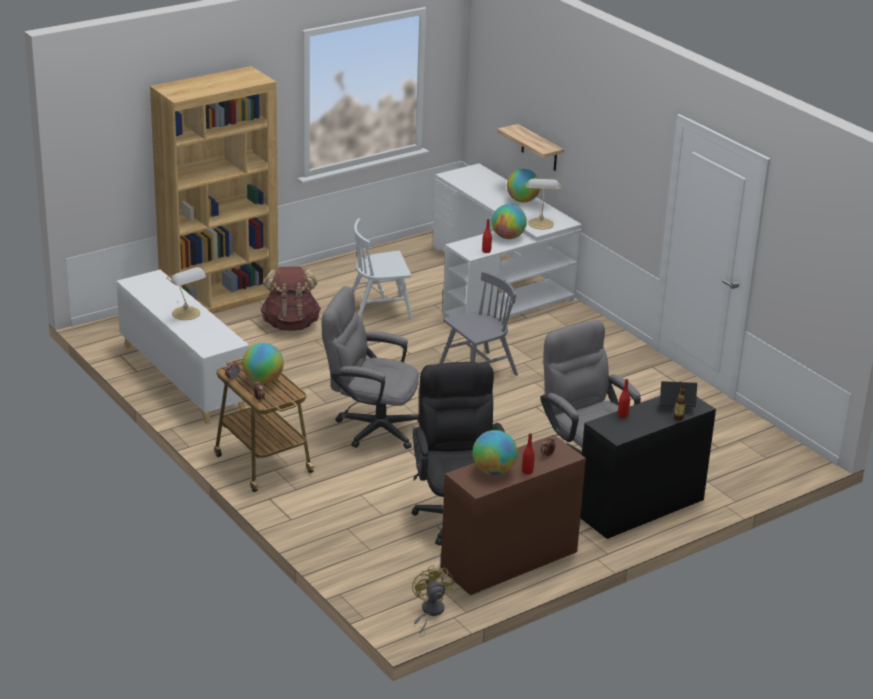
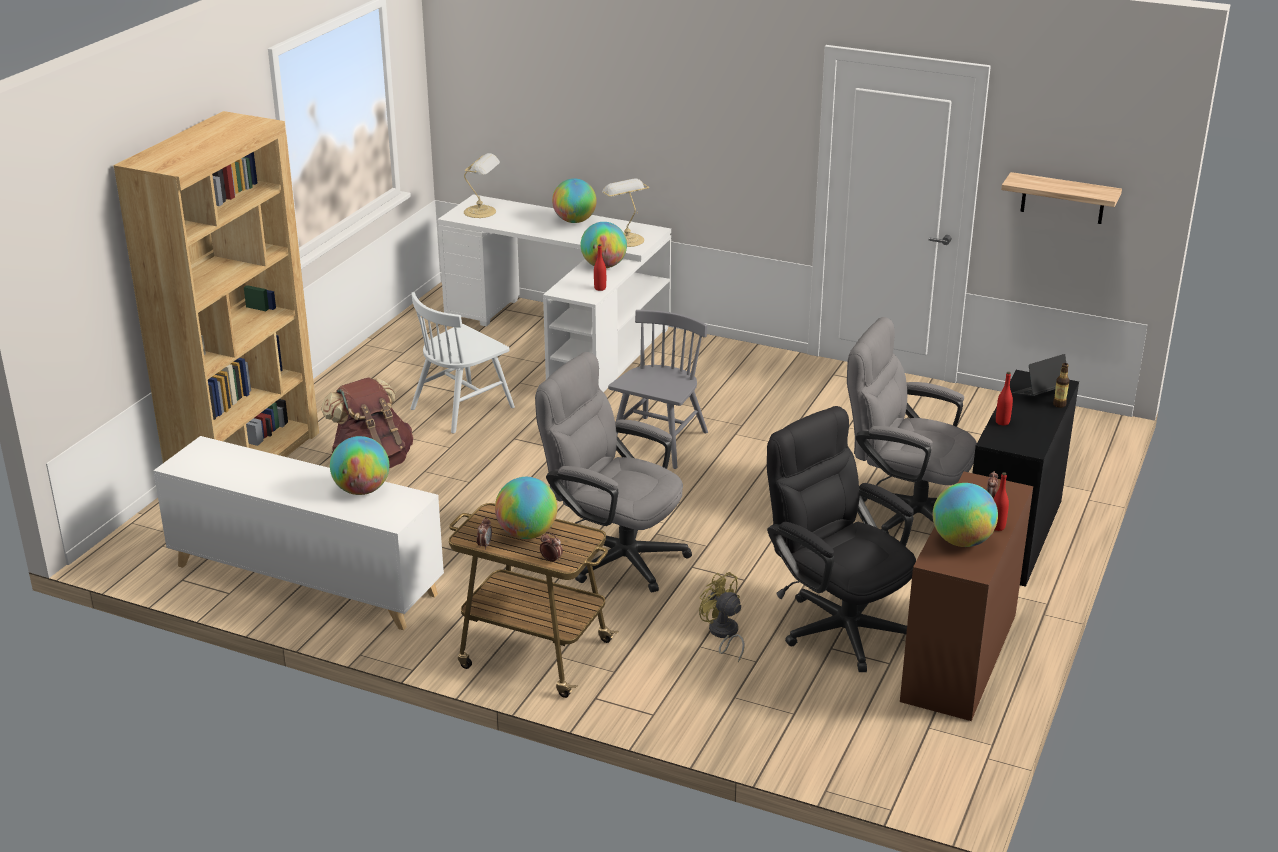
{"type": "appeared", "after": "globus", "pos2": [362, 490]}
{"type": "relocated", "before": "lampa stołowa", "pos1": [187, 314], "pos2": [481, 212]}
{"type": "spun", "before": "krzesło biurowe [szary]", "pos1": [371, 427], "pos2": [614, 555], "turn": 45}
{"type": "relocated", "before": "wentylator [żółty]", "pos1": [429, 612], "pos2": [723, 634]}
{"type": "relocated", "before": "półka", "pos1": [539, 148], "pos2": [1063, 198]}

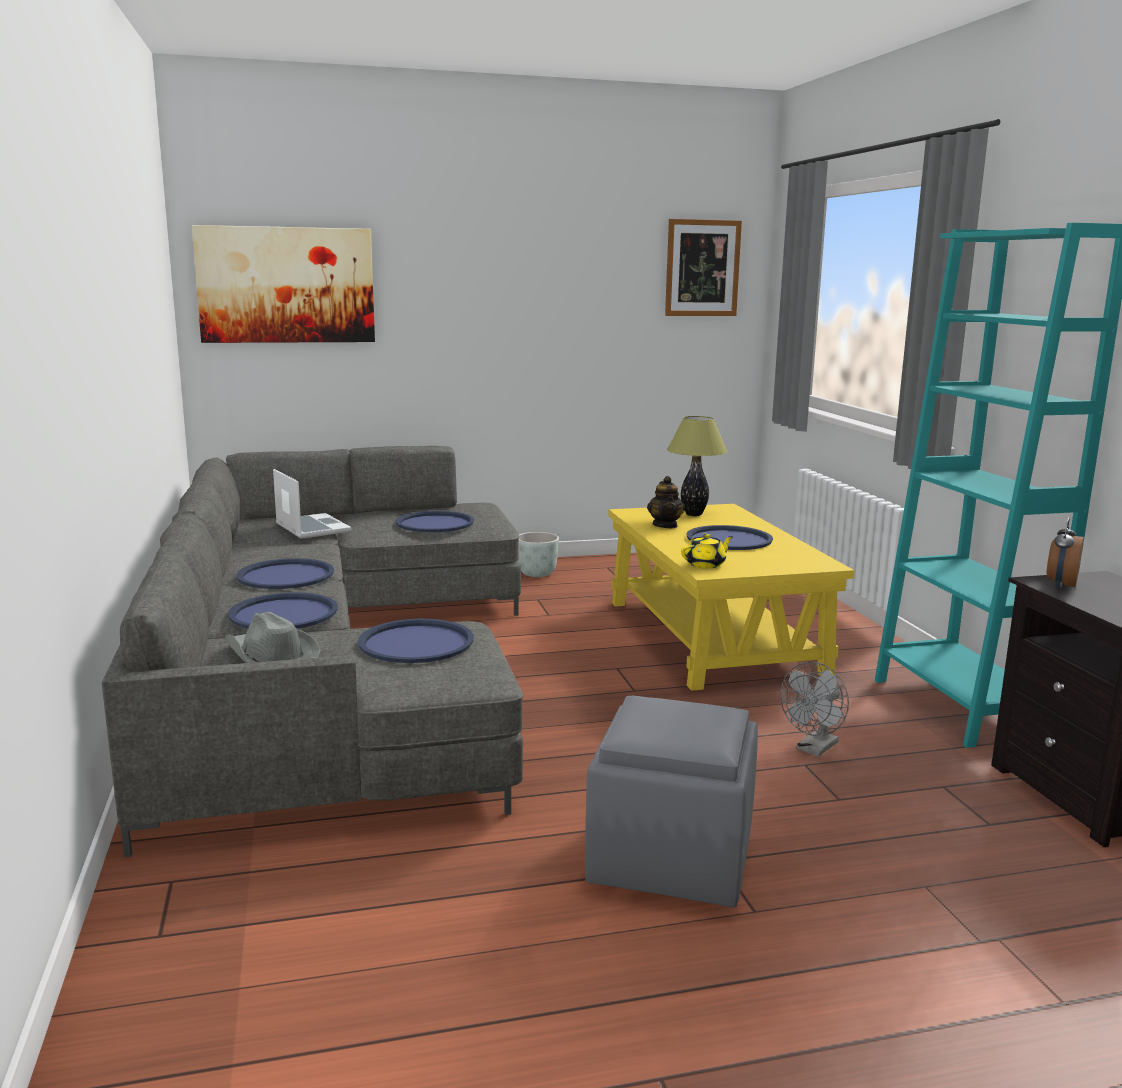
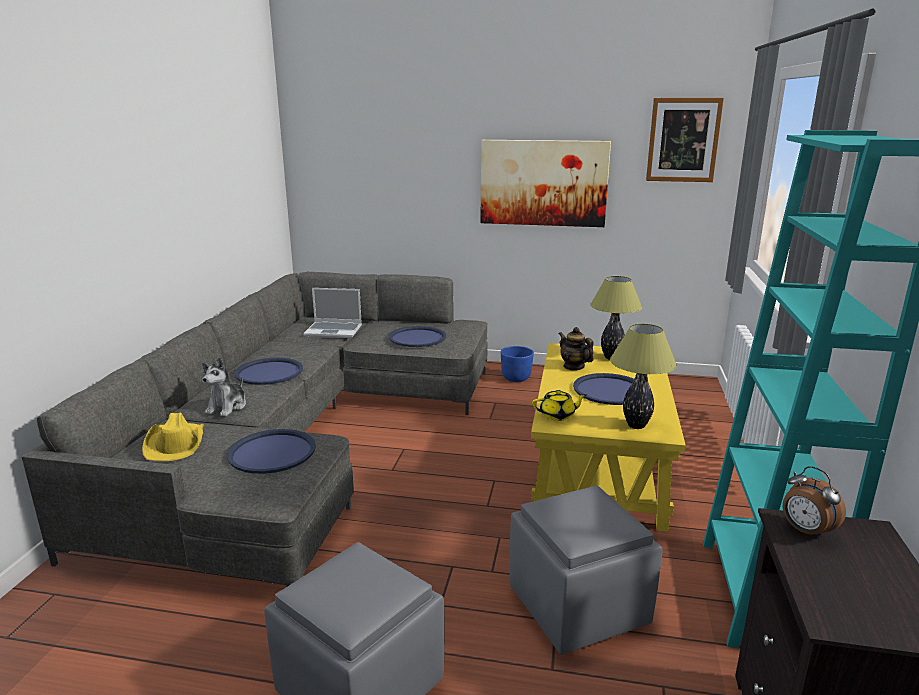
{"type": "colour", "before": "kapelusz [szary]", "after": "kapelusz [żółty]", "pos1": [271, 655], "pos2": [175, 444]}
{"type": "exchanged", "before": "taca [niebieski]", "after": "pluszak", "pos1": [283, 613], "pos2": [227, 407]}
{"type": "spun", "before": "laptop", "pos1": [311, 528], "pos2": [334, 331], "turn": 105}
{"type": "relocated", "before": "obraz", "pos1": [286, 285], "pos2": [543, 183]}
{"type": "colour", "before": "donica [szary]", "after": "donica [niebieski]", "pos1": [537, 574], "pos2": [516, 379]}
{"type": "exchanged", "before": "wentylator [szary]", "after": "pufa [szary]", "pos1": [814, 749], "pos2": [579, 606]}
{"type": "spun", "before": "imbryk", "pos1": [665, 525], "pos2": [574, 366], "turn": 120}
{"type": "appeared", "after": "lampa stołowa", "pos2": [636, 425]}
{"type": "spun", "before": "budzik", "pos1": [1060, 584], "pos2": [805, 531], "turn": -90}

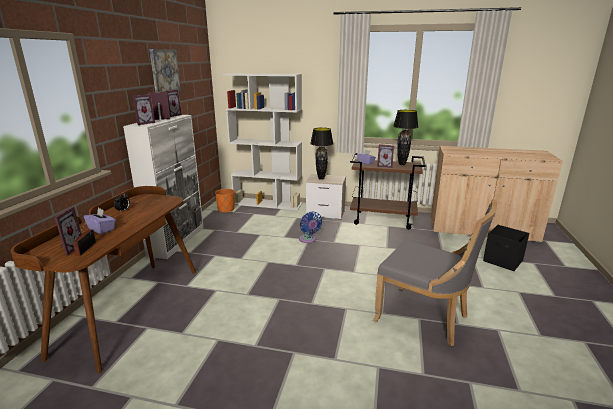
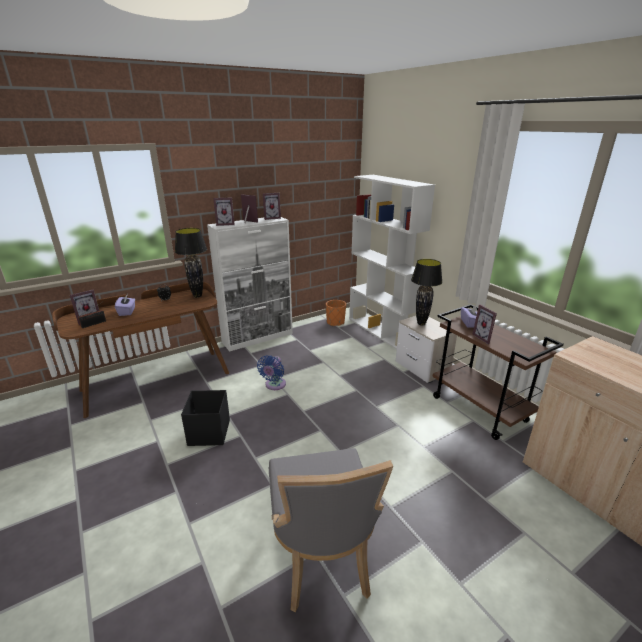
{"type": "relocated", "before": "lampa stołowa [czarny]", "pos1": [401, 164], "pos2": [197, 296]}
{"type": "relocated", "before": "pojemnik do przechowywania [czarny]", "pos1": [503, 261], "pos2": [208, 433]}
{"type": "relocated", "before": "wentylator [niebieski]", "pos1": [308, 239], "pos2": [274, 385]}
{"type": "missing", "before": "obraz", "pos1": [164, 71]}

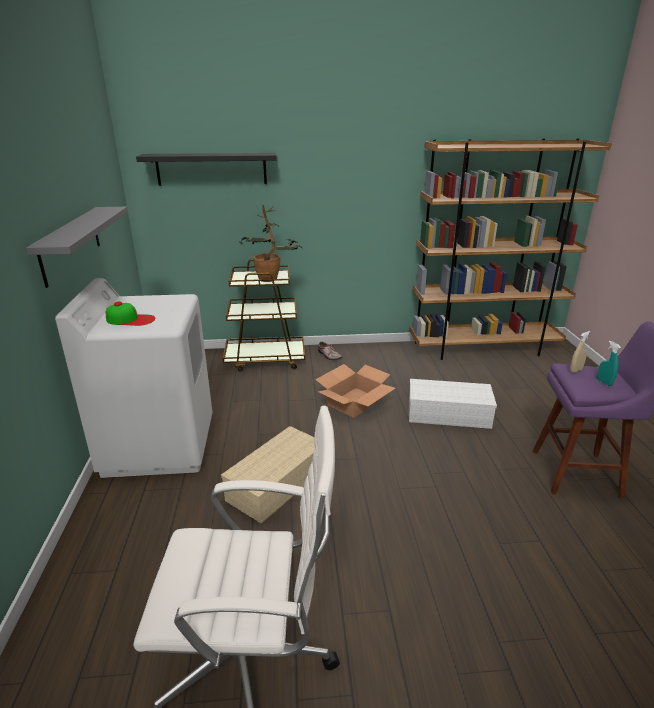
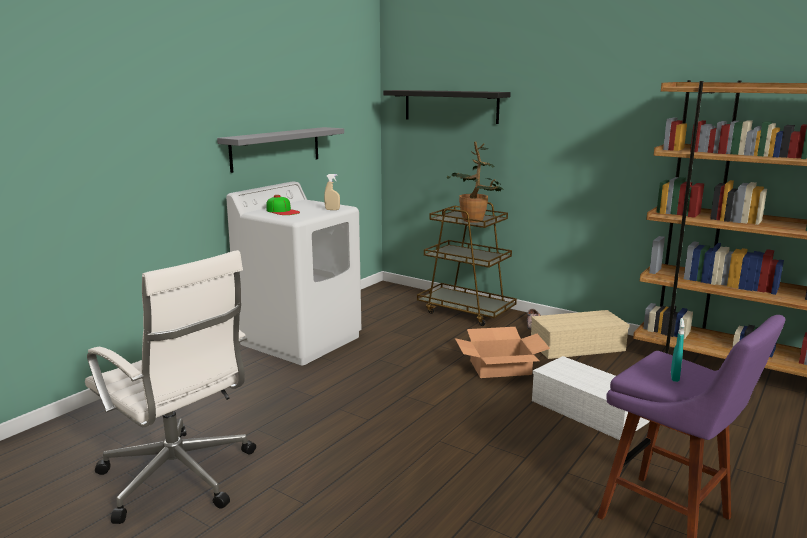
{"type": "relocated", "before": "spryskiwacz [beżowy]", "pos1": [575, 370], "pos2": [332, 210]}
{"type": "relocated", "before": "pojemnik do przechowywania [beżowy]", "pos1": [277, 482], "pos2": [578, 346]}

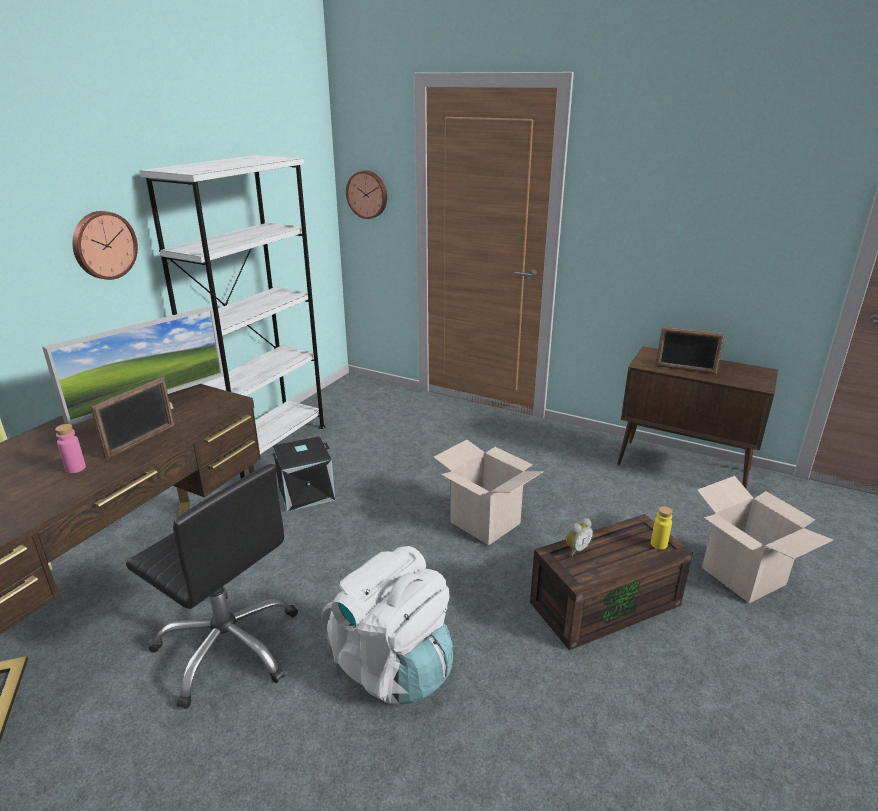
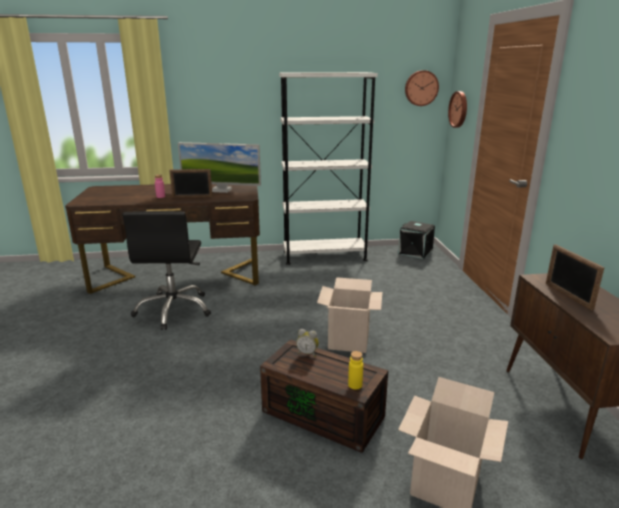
{"type": "relocated", "before": "pojemnik do przechowywania [czarny]", "pos1": [306, 493], "pos2": [414, 252]}
{"type": "relocated", "before": "zegar ścienny", "pos1": [103, 245], "pos2": [421, 88]}
{"type": "missing", "before": "plecak [biały]", "pos1": [393, 667]}

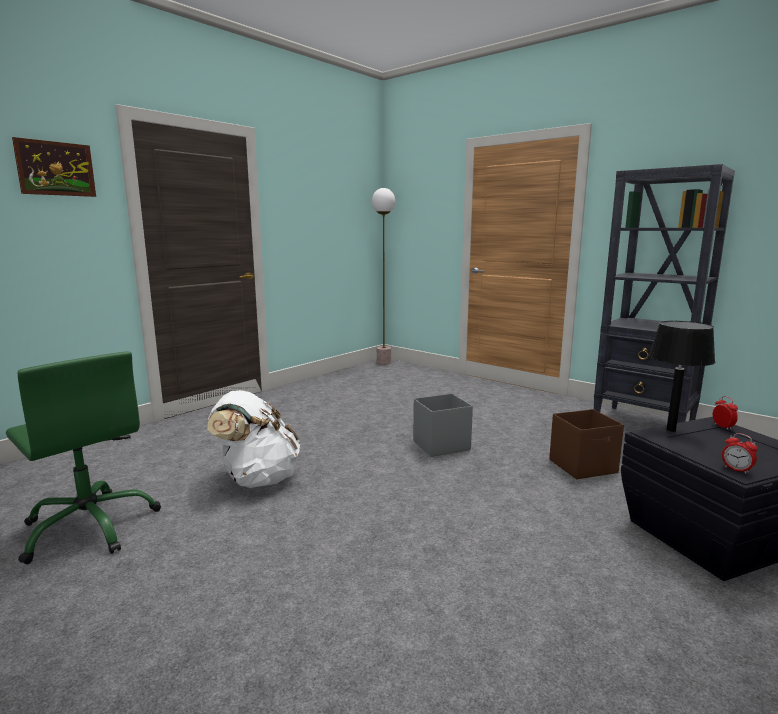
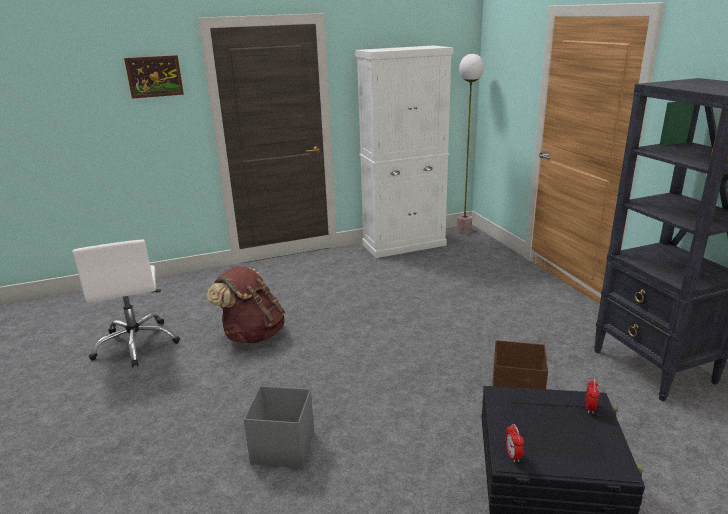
{"type": "colour", "before": "krzesło biurowe [zielony]", "after": "krzesło biurowe [biały]", "pos1": [90, 526], "pos2": [136, 344]}
{"type": "colour", "before": "plecak [biały]", "after": "plecak [brązowy]", "pos1": [257, 479], "pos2": [252, 334]}
{"type": "relocated", "before": "pojemnik do przechowywania [szary]", "pos1": [440, 445], "pos2": [282, 447]}
{"type": "appeared", "after": "szafka [biały]", "pos2": [404, 244]}
{"type": "missing", "before": "lampa stołowa [czarny]", "pos1": [671, 430]}

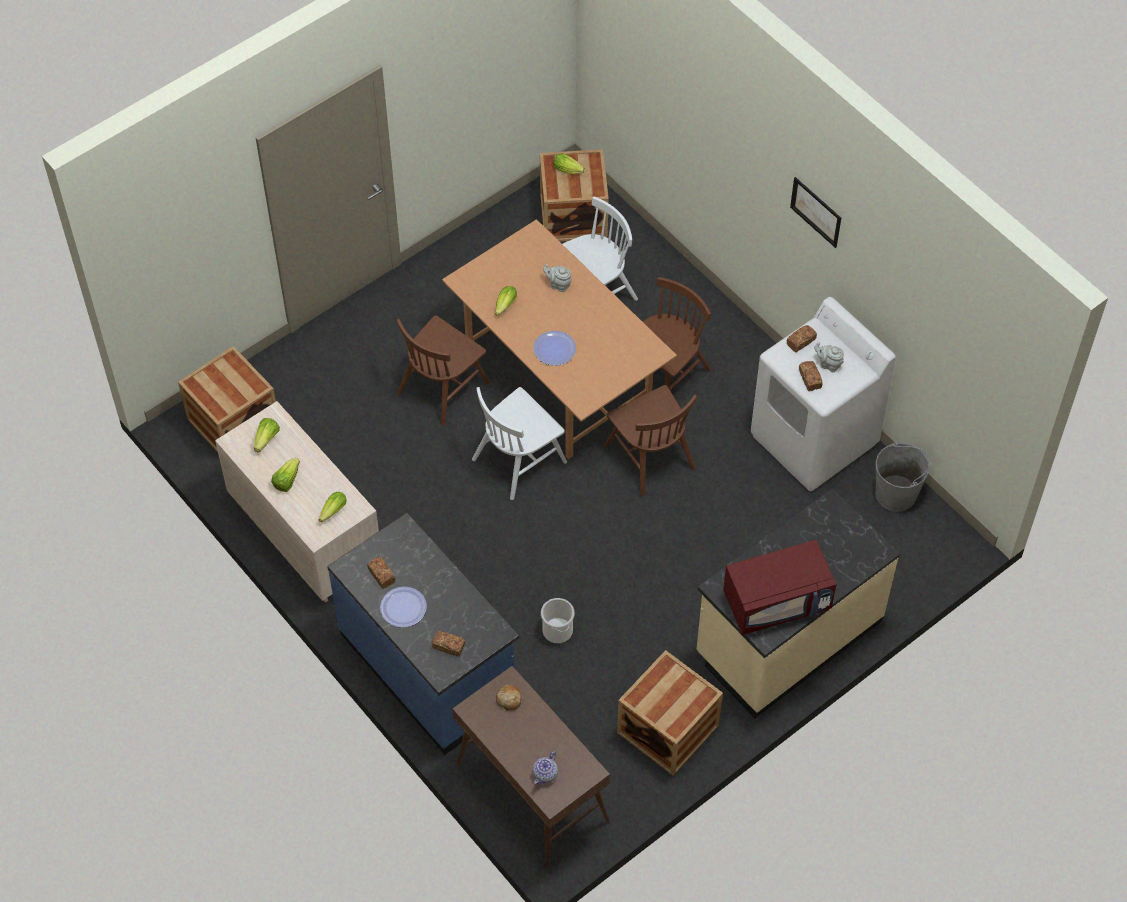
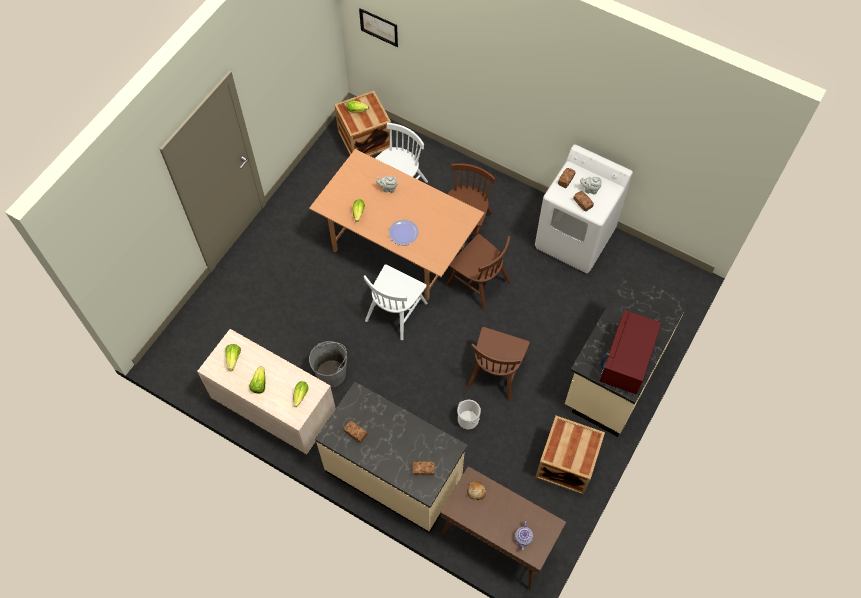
{"type": "relocated", "before": "wiadro [szary]", "pos1": [896, 494], "pos2": [331, 373]}
{"type": "colour", "before": "zabudowa kuchenna [niebieski]", "after": "zabudowa kuchenna [beżowy]", "pos1": [429, 667], "pos2": [394, 474]}
{"type": "relocated", "before": "obraz", "pos1": [816, 212], "pos2": [379, 27]}
{"type": "relocated", "before": "krzesło [brązowy]", "pos1": [443, 387], "pos2": [496, 371]}
{"type": "spun", "before": "mikrofalówka [czerwony]", "pos1": [777, 601], "pos2": [626, 361], "turn": 150}
{"type": "missing", "before": "skrzynka", "pos1": [233, 422]}
{"type": "missing", "before": "talerz", "pos1": [403, 607]}

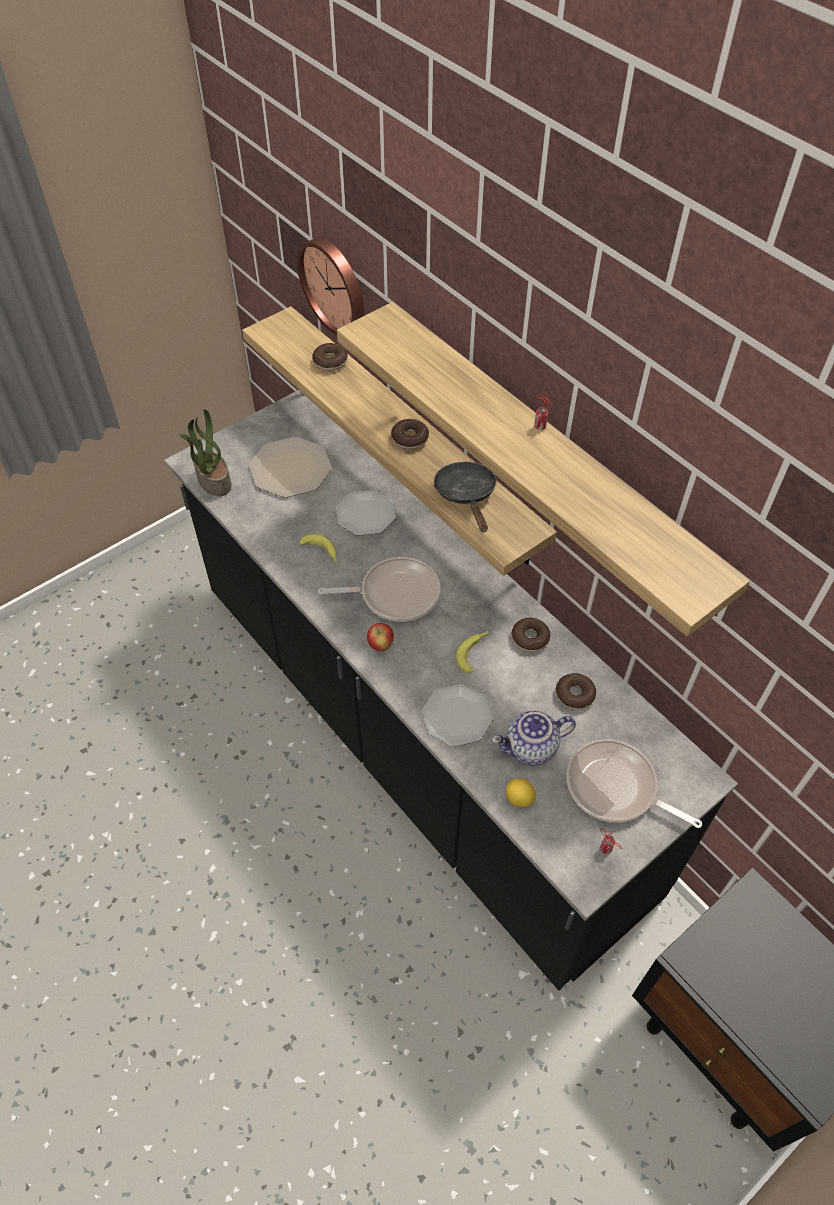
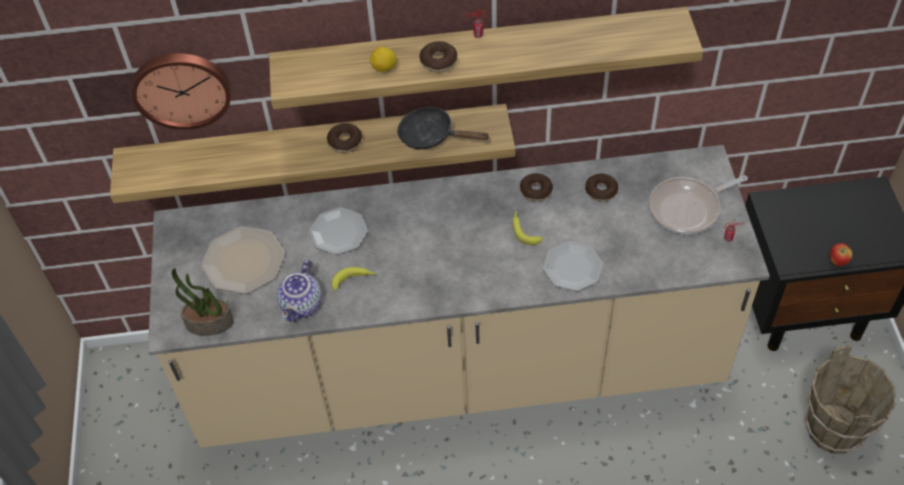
{"type": "colour", "before": "zabudowa kuchenna [czarny]", "after": "zabudowa kuchenna [beżowy]", "pos1": [416, 739], "pos2": [459, 371]}
{"type": "relocated", "before": "imbryk", "pos1": [531, 749], "pos2": [302, 305]}
{"type": "relocated", "before": "cytryna", "pos1": [519, 799], "pos2": [384, 68]}
{"type": "relocated", "before": "donut", "pos1": [330, 361], "pos2": [438, 61]}
{"type": "appeared", "after": "wiadro [brązowy]", "pos2": [834, 429]}
{"type": "relocated", "before": "jabłko", "pos1": [381, 645], "pos2": [837, 261]}
{"type": "missing", "before": "patelnia", "pos1": [395, 594]}

